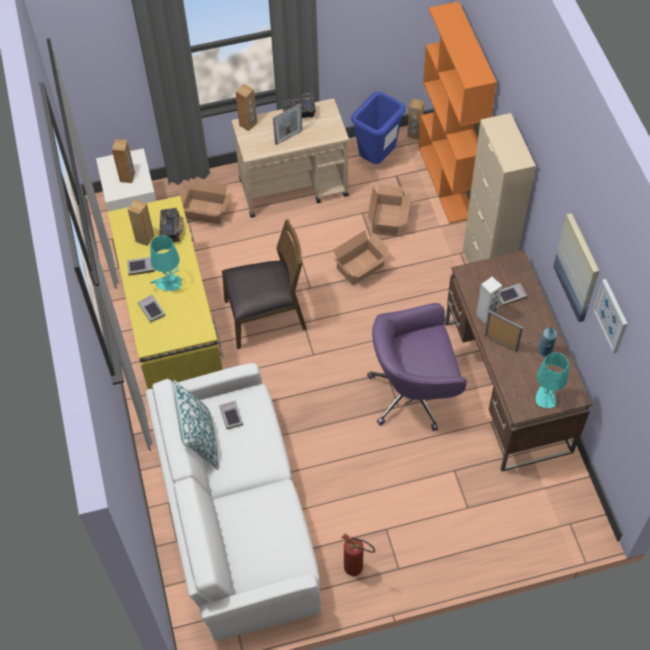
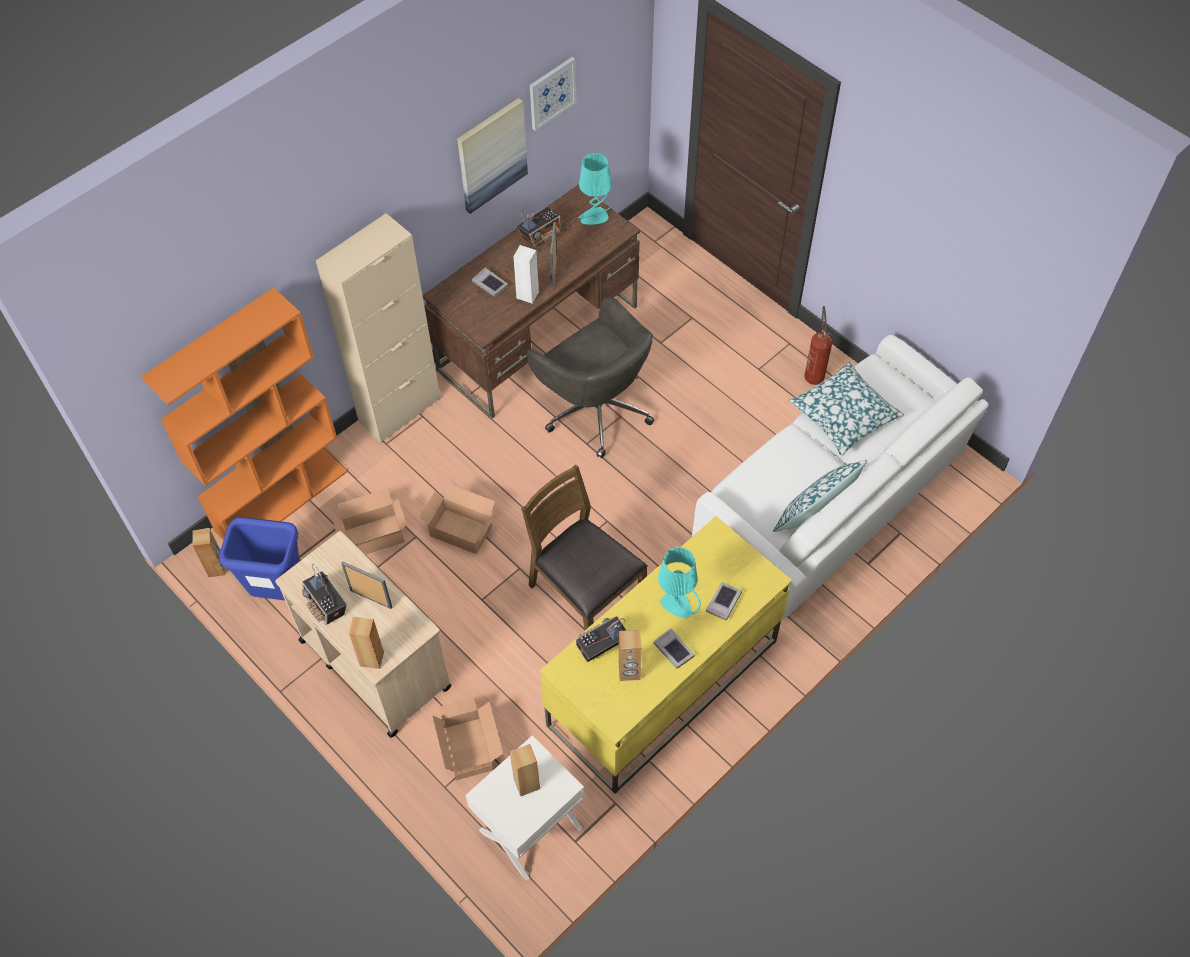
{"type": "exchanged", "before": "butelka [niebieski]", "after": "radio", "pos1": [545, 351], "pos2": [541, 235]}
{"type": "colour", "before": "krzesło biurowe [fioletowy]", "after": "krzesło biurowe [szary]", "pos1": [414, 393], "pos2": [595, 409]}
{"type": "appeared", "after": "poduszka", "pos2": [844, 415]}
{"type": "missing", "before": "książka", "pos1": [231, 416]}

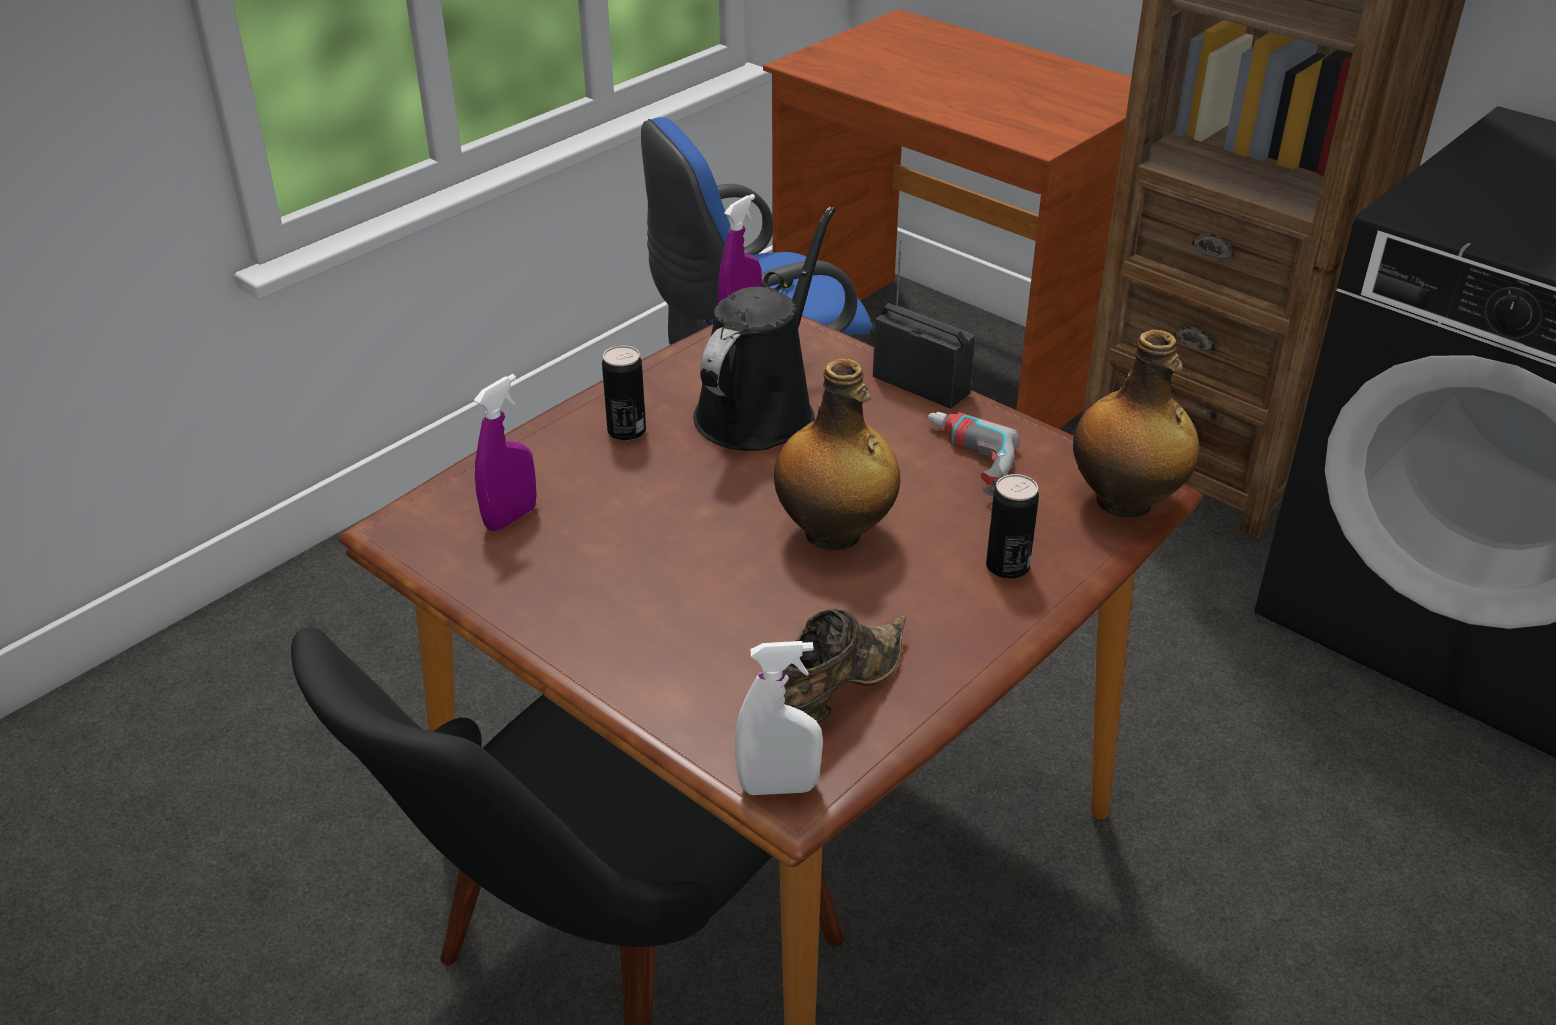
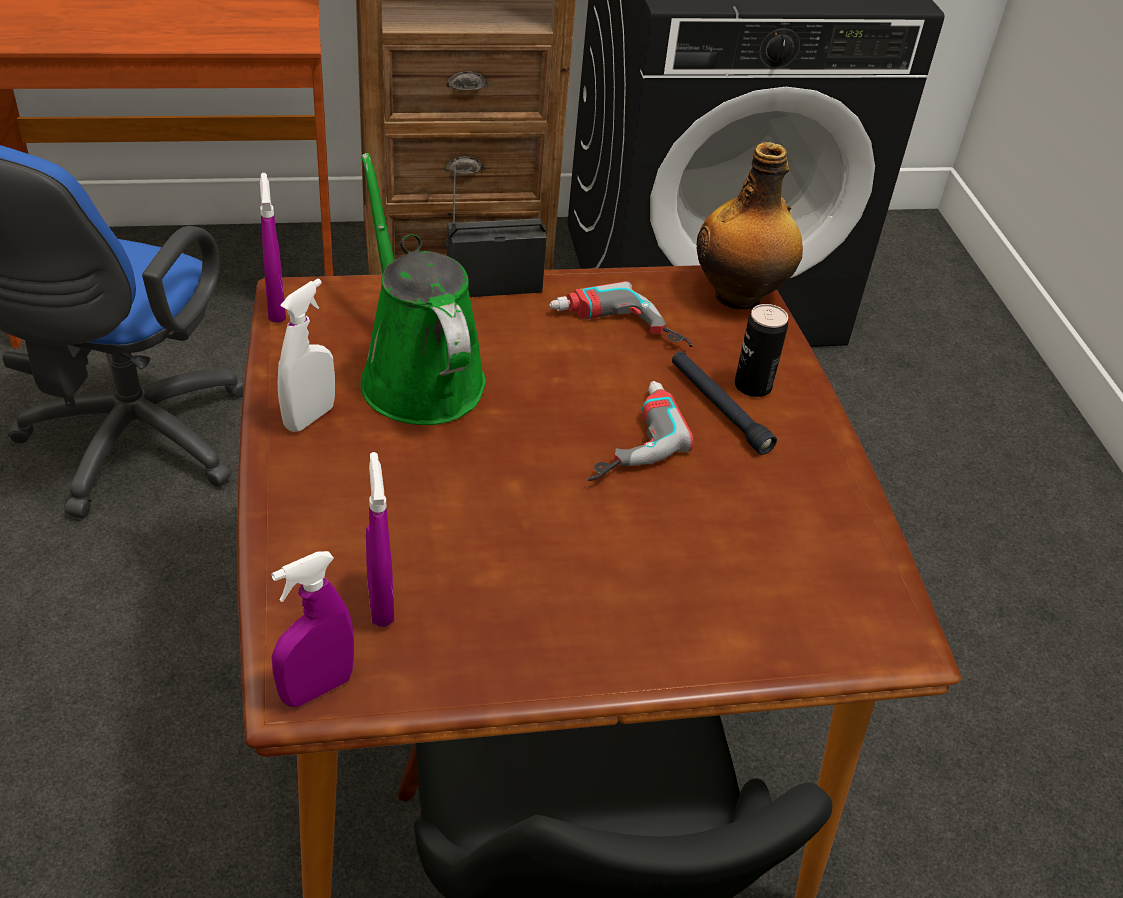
{"type": "appeared", "after": "spryskiwacz [fioletowy]", "pos2": [316, 688]}
{"type": "relocated", "before": "spryskiwacz [biały]", "pos1": [778, 787], "pos2": [309, 417]}
{"type": "colour", "before": "konewka [czarny]", "after": "konewka [zielony]", "pos1": [760, 410], "pos2": [417, 375]}
{"type": "exchanged", "before": "butelka", "after": "wiertarka", "pos1": [835, 534], "pos2": [625, 437]}
{"type": "appeared", "after": "latarka [czarny]", "pos2": [718, 408]}
{"type": "missing", "before": "puszka", "pos1": [626, 431]}
{"type": "missing", "before": "but [brązowy]", "pos1": [834, 691]}

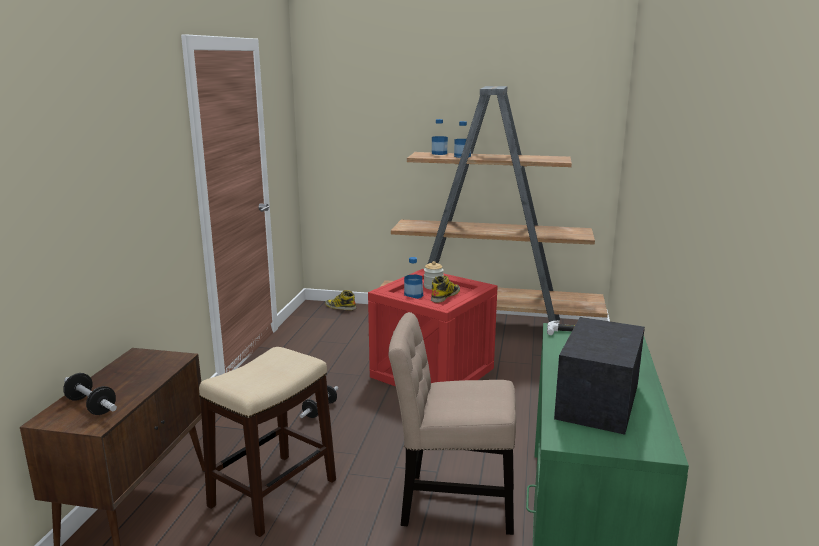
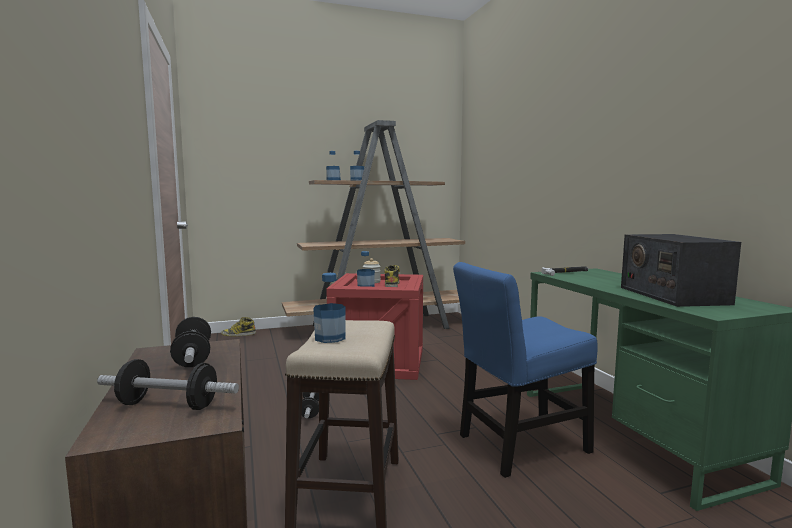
{"type": "appeared", "after": "hantel", "pos2": [193, 357]}
{"type": "appeared", "after": "butelka", "pos2": [330, 338]}
{"type": "colour", "before": "krzesło [beżowy]", "after": "krzesło [niebieski]", "pos1": [451, 503], "pos2": [518, 445]}

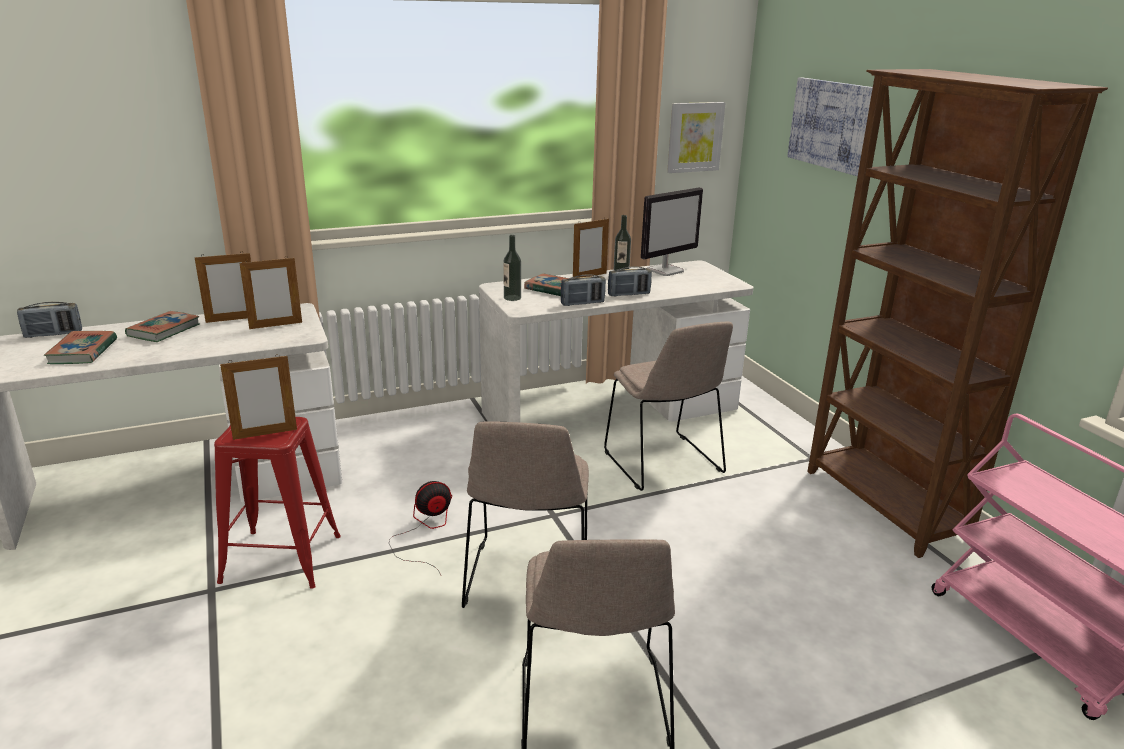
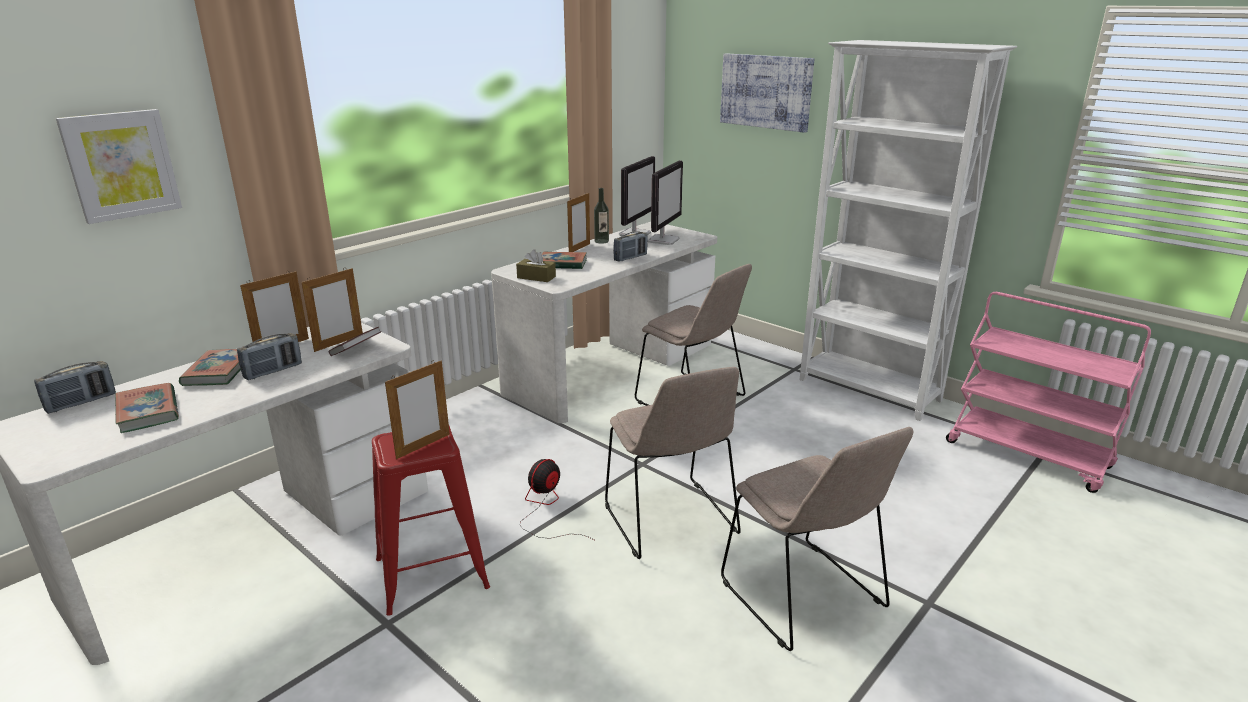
{"type": "relocated", "before": "obraz", "pos1": [694, 137], "pos2": [121, 165]}
{"type": "relocated", "before": "radio", "pos1": [582, 303], "pos2": [273, 371]}
{"type": "appeared", "after": "książka", "pos2": [356, 351]}
{"type": "exchanged", "before": "butelka", "after": "pudełko chusteczek [brązowy]", "pos1": [512, 298], "pos2": [536, 277]}
{"type": "appeared", "after": "monitor", "pos2": [663, 240]}
{"type": "colour", "before": "regał [brązowy]", "after": "regał [biały]", "pos1": [884, 506], "pos2": [869, 391]}

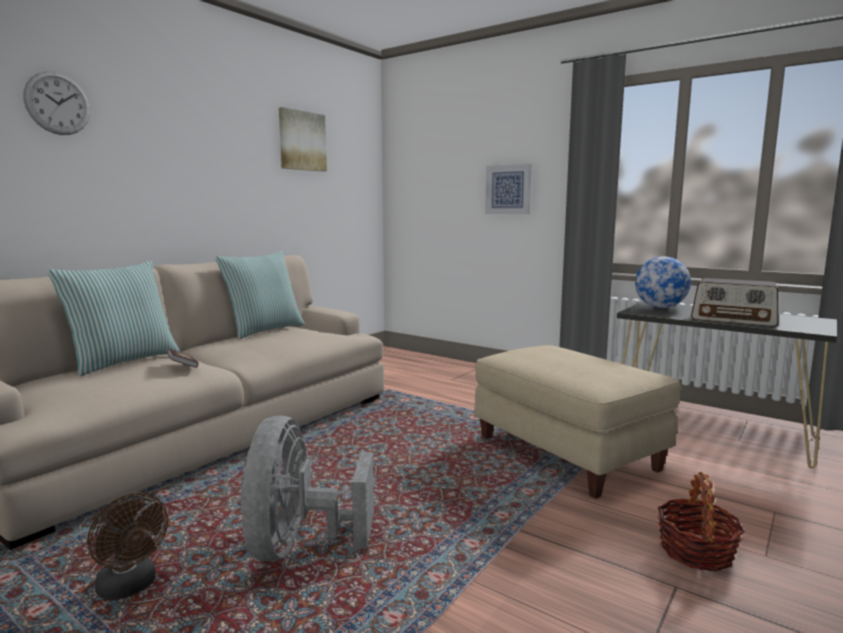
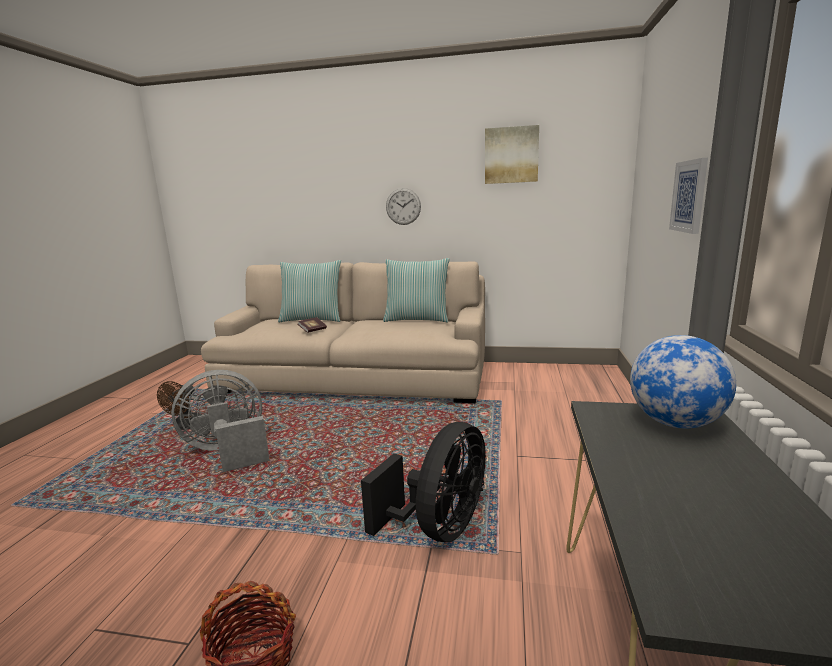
{"type": "exchanged", "before": "pufa [beżowy]", "after": "wentylator [czarny]", "pos1": [565, 454], "pos2": [439, 527]}
{"type": "relocated", "before": "zegar ścienny", "pos1": [57, 103], "pos2": [403, 206]}
{"type": "missing", "before": "radio", "pos1": [734, 320]}

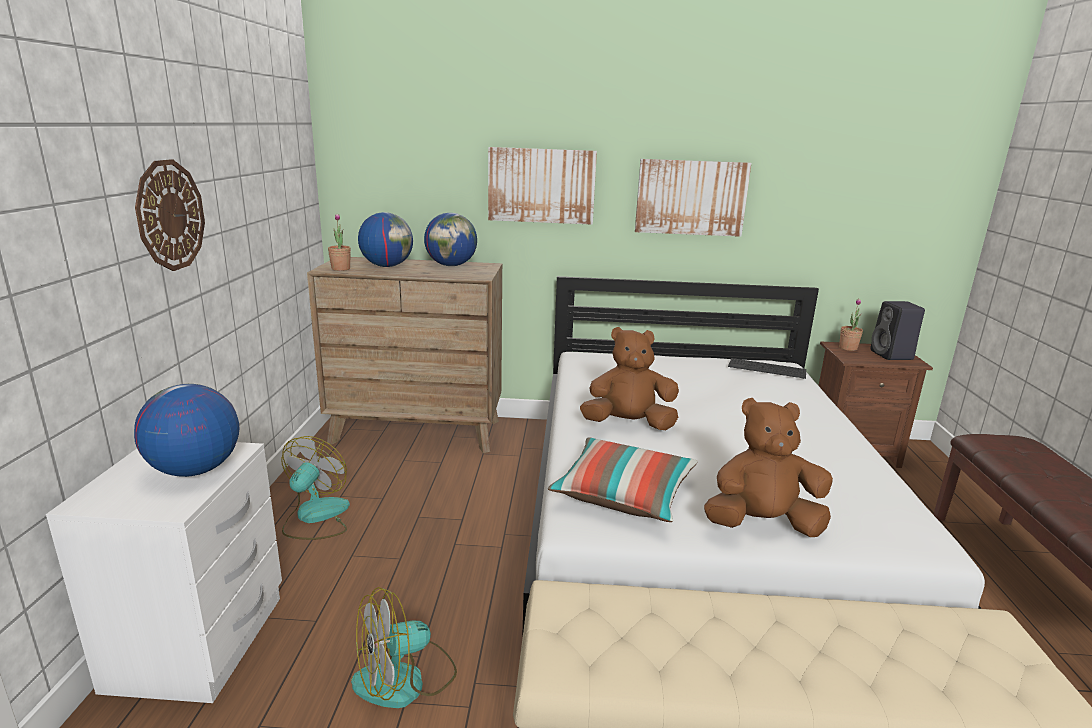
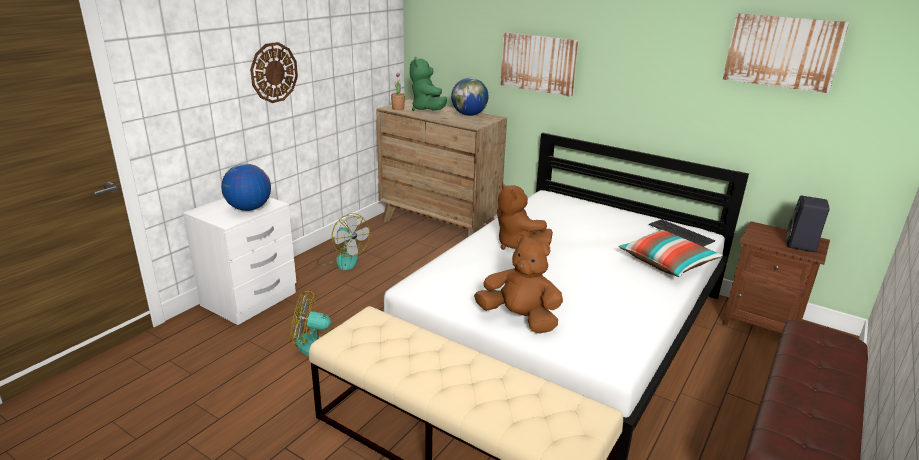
{"type": "spun", "before": "wentylator", "pos1": [315, 517], "pos2": [342, 259], "turn": 90}
{"type": "exchanged", "before": "globus", "after": "pluszak [zielony]", "pos1": [387, 266], "pos2": [428, 110]}
{"type": "spun", "before": "pluszak [brązowy]", "pos1": [628, 424], "pos2": [517, 244], "turn": -150}
{"type": "relocated", "before": "poduszka", "pos1": [623, 495], "pos2": [667, 263]}
{"type": "relocated", "before": "obraz", "pos1": [691, 197], "pos2": [782, 52]}
{"type": "missing", "before": "roślina doniczkowa", "pos1": [848, 348]}

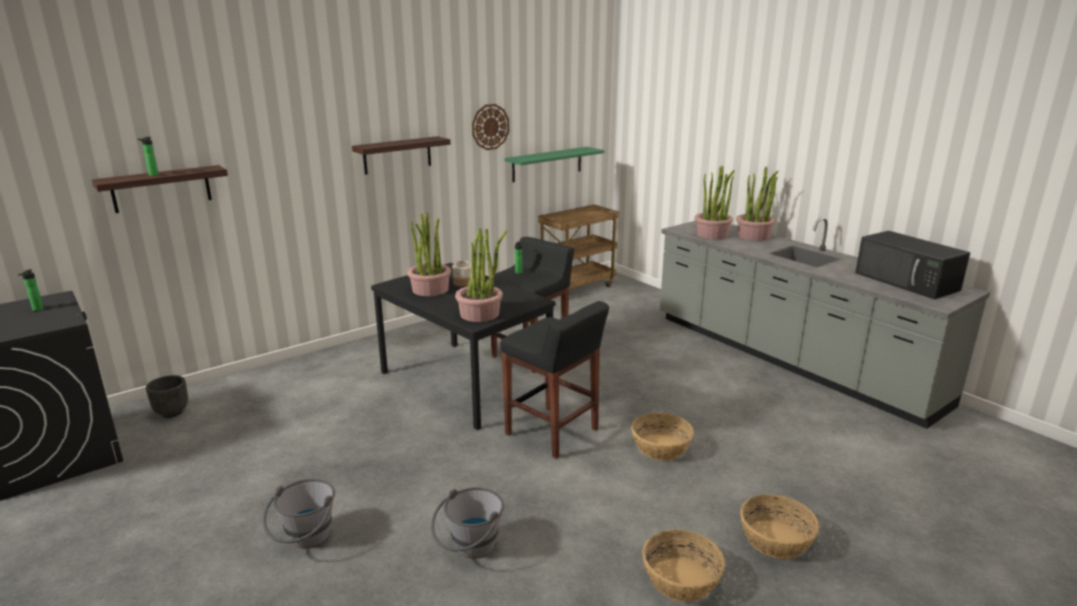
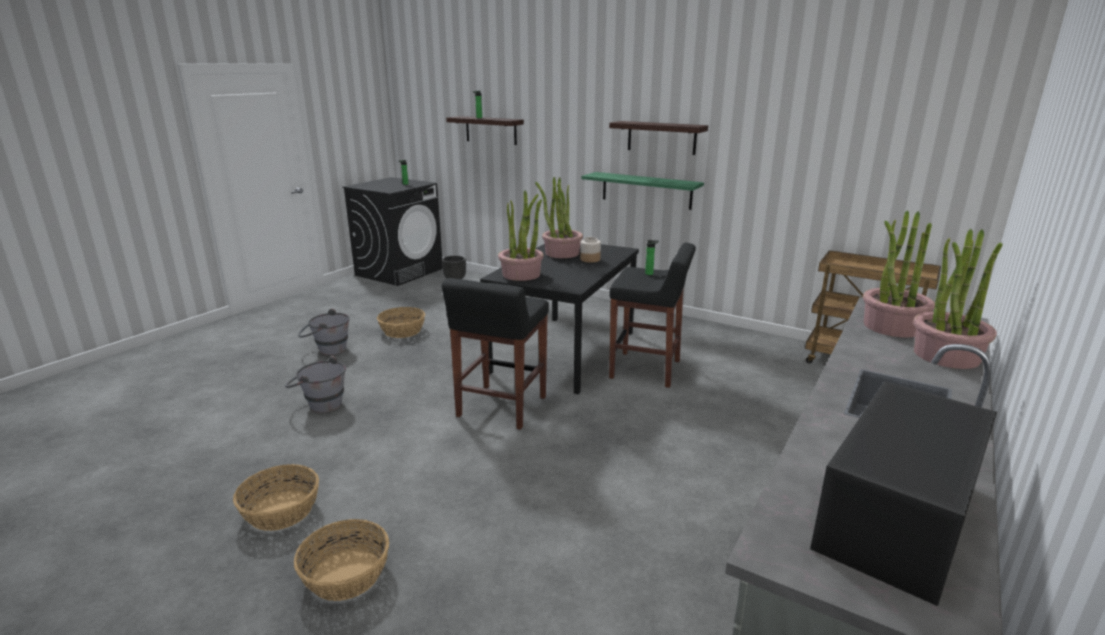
{"type": "relocated", "before": "koszyk", "pos1": [661, 447], "pos2": [402, 331]}
{"type": "relocated", "before": "półka [zielony]", "pos1": [547, 164], "pos2": [646, 190]}
{"type": "missing", "before": "zegar ścienny", "pos1": [490, 127]}

